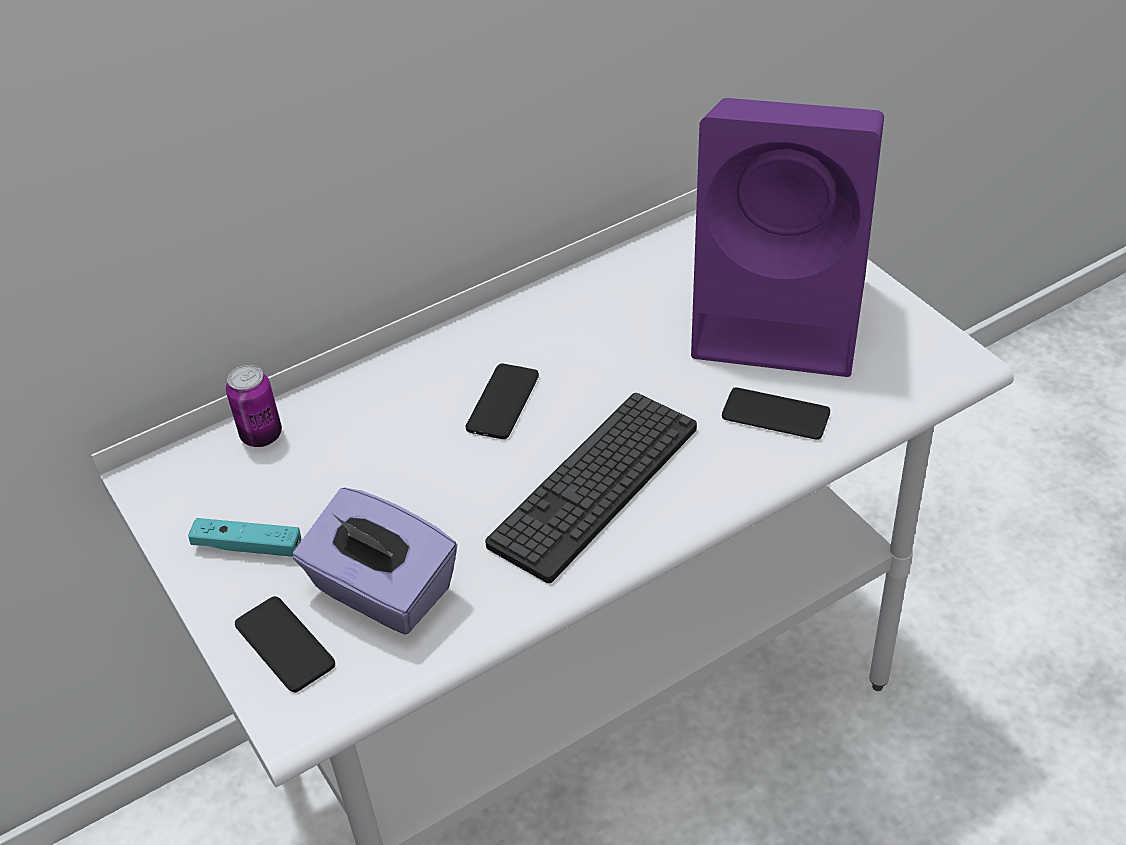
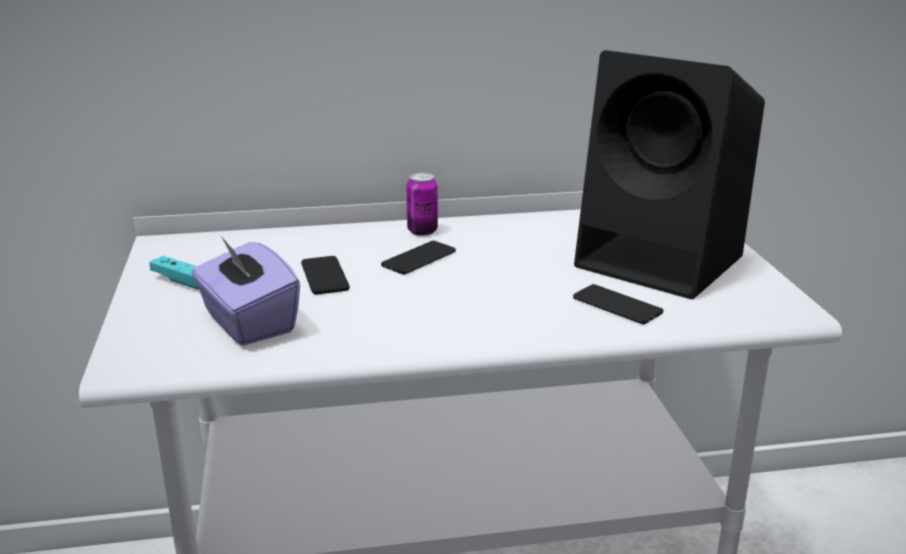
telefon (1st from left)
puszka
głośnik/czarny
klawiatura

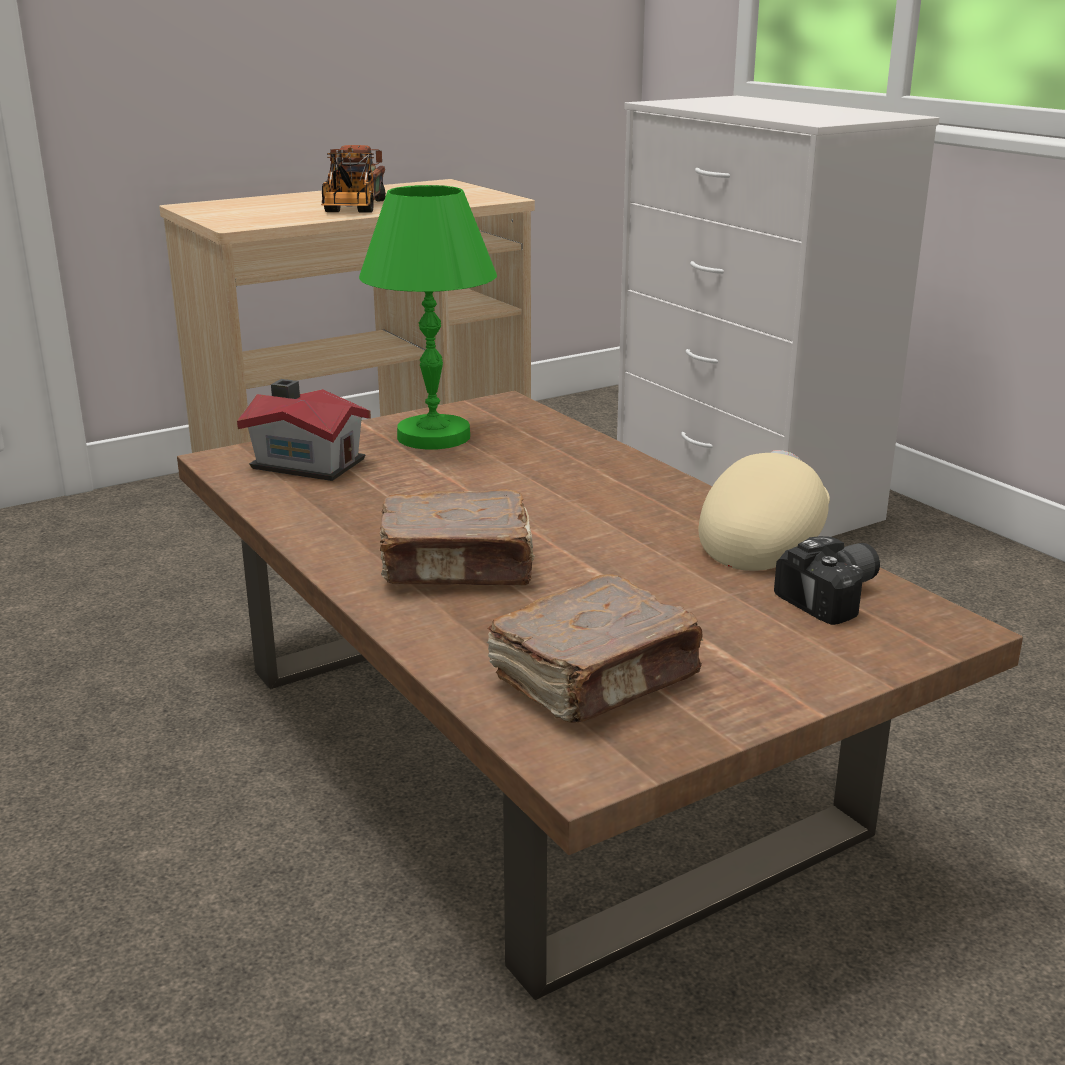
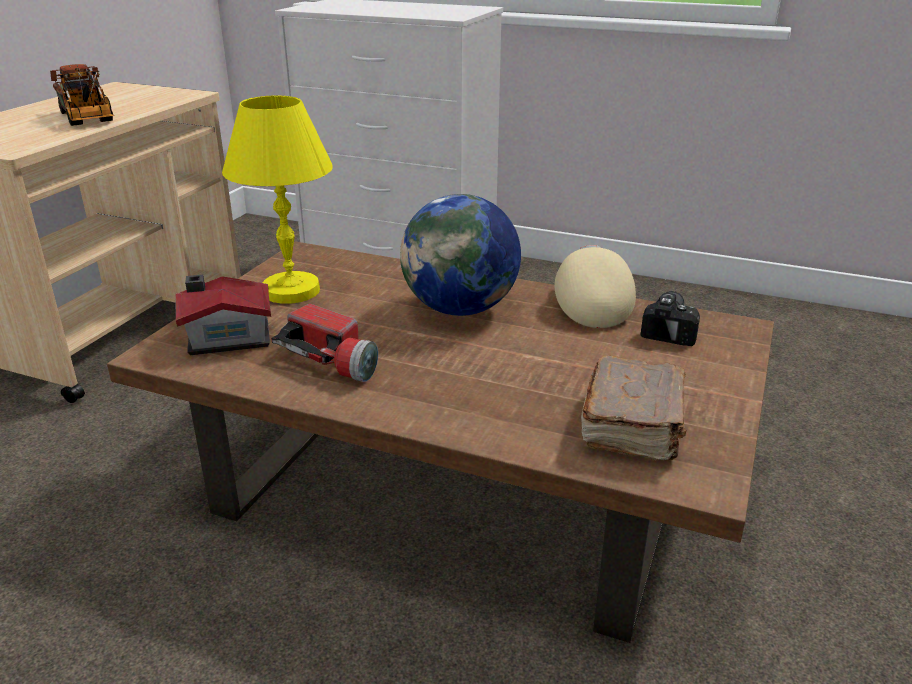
lampa stołowa/żółty
latarka
globus
książka/brązowy (1st from left in the first image)

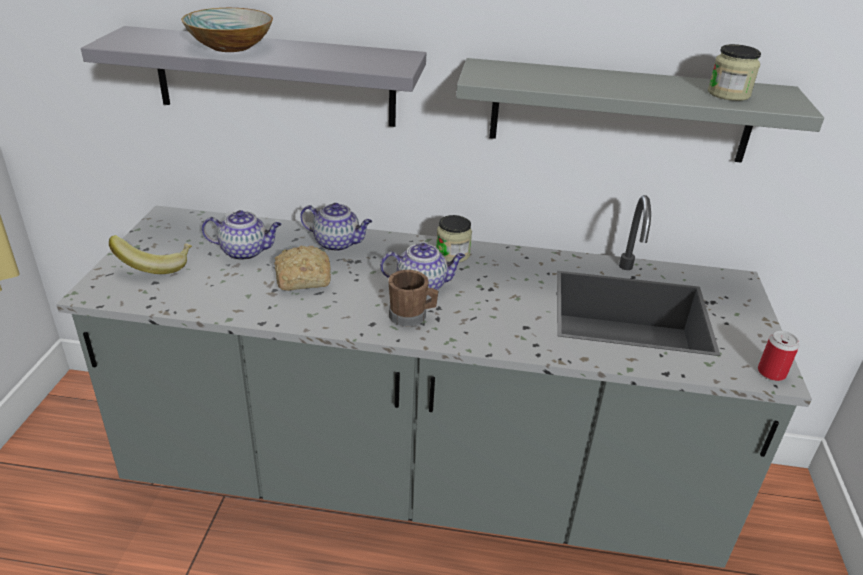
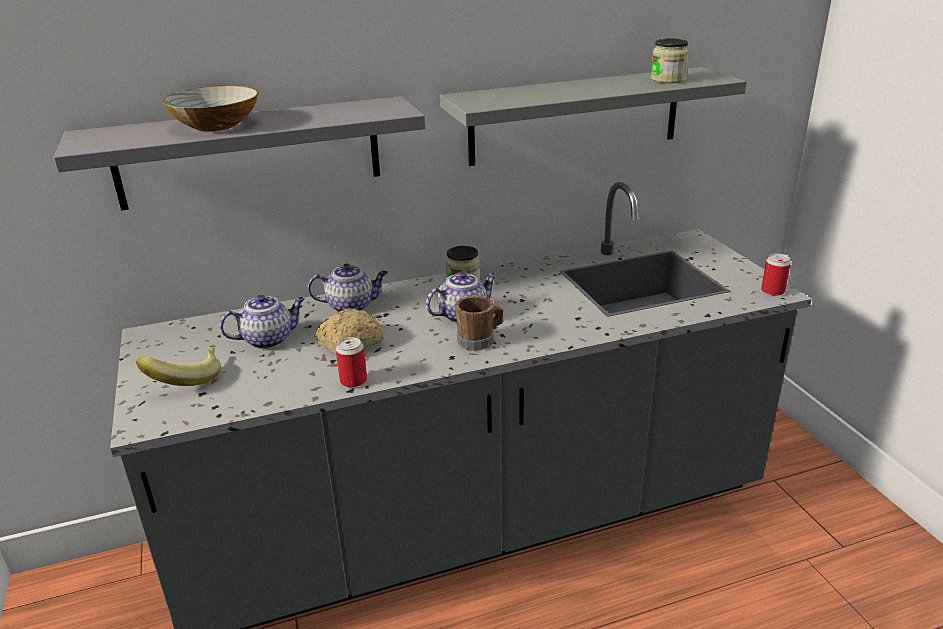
puszka (1st from left)

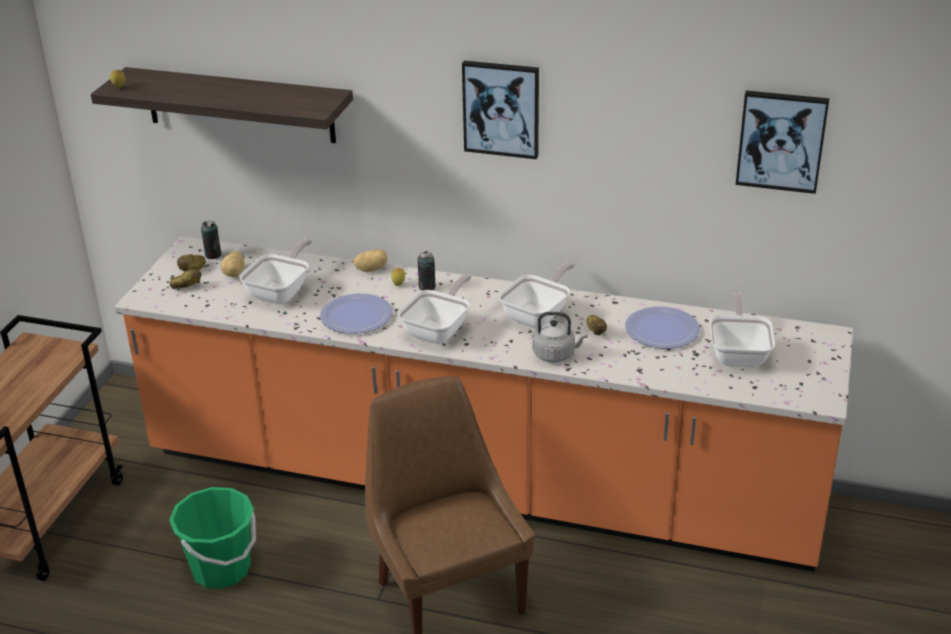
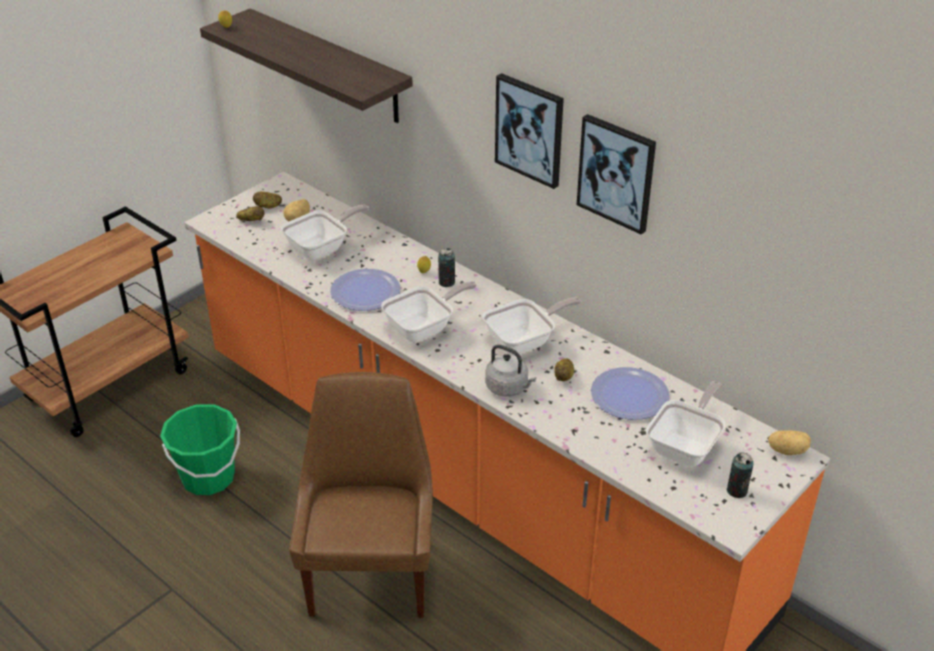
obraz (2nd from left)
puszka (2nd from left)
ziemniak (5th from left)

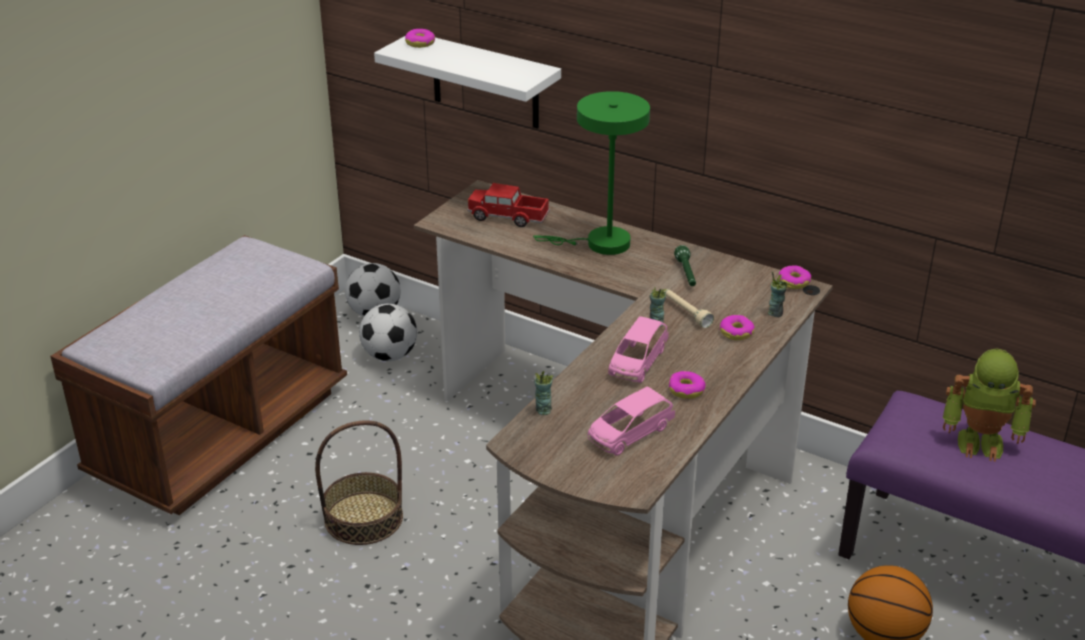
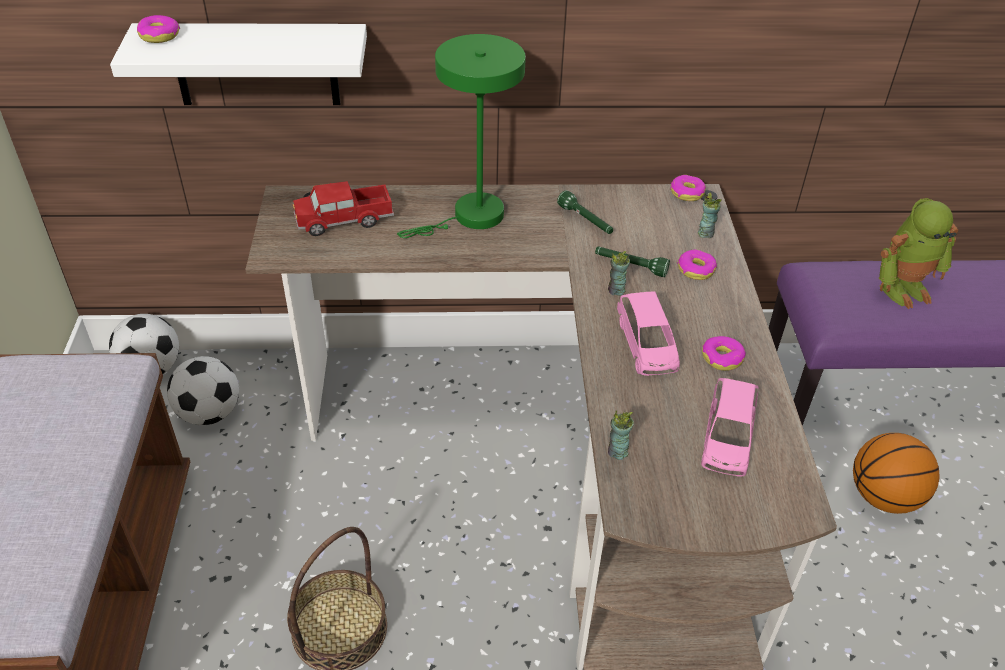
latarka/zielony (2nd from left)

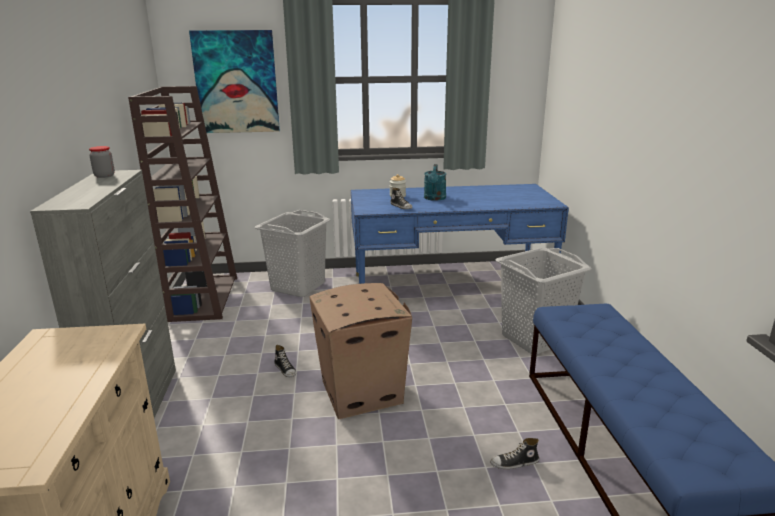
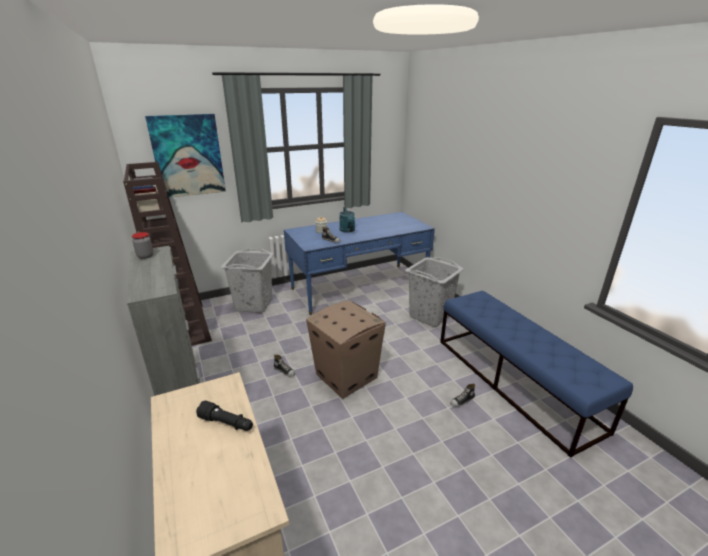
latarka/czarny

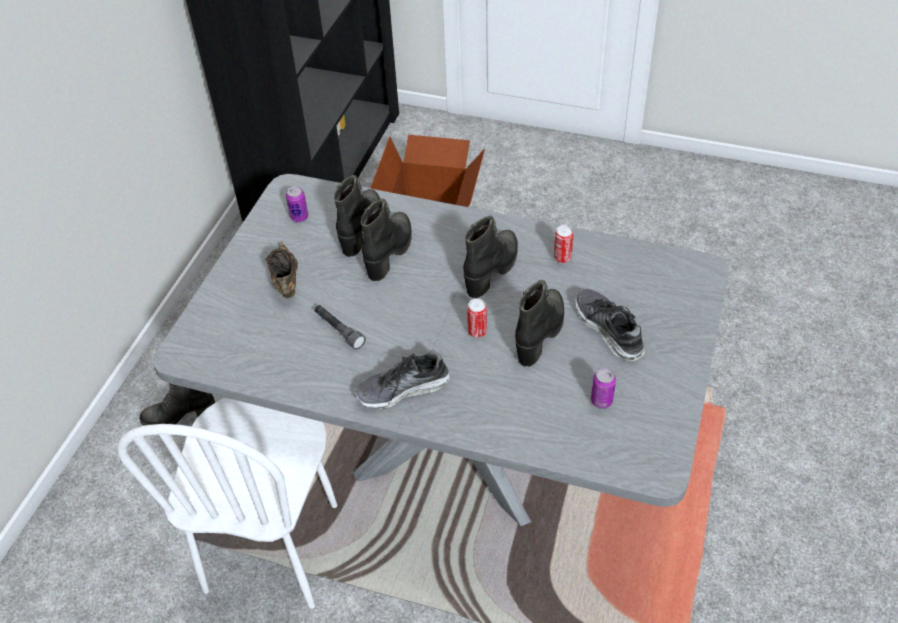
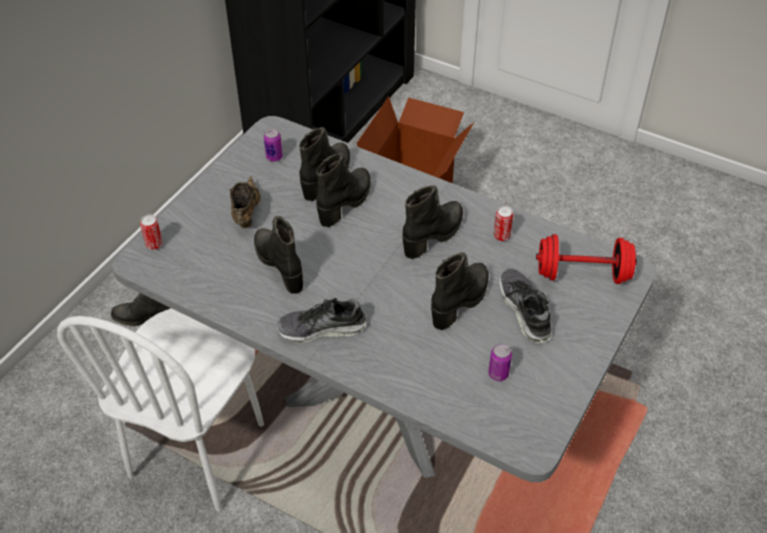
puszka (1st from left)
but z cholewką/czarny (2nd from left)
hantel/czerwony

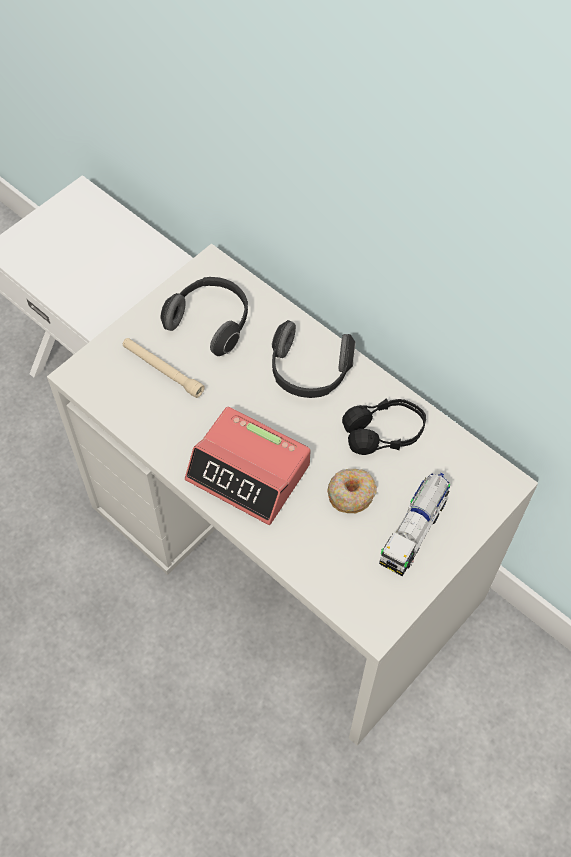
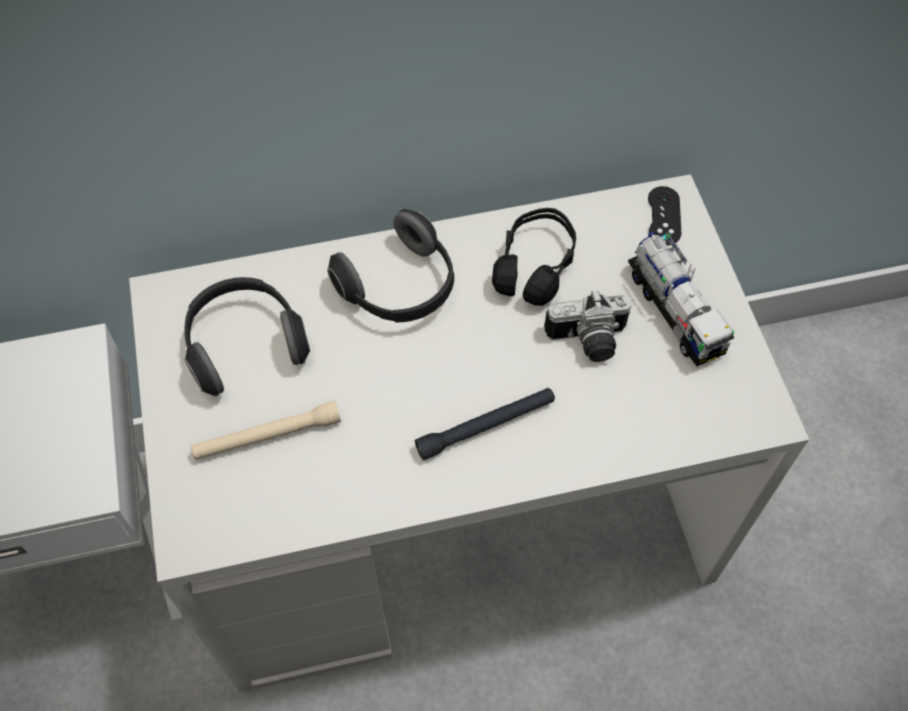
latarka/czarny
aparat fotograficzny
pad do gier/czarny

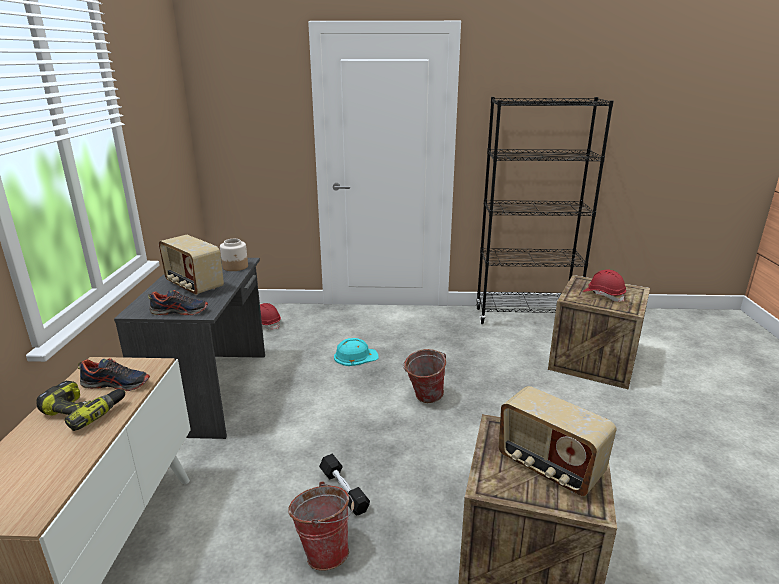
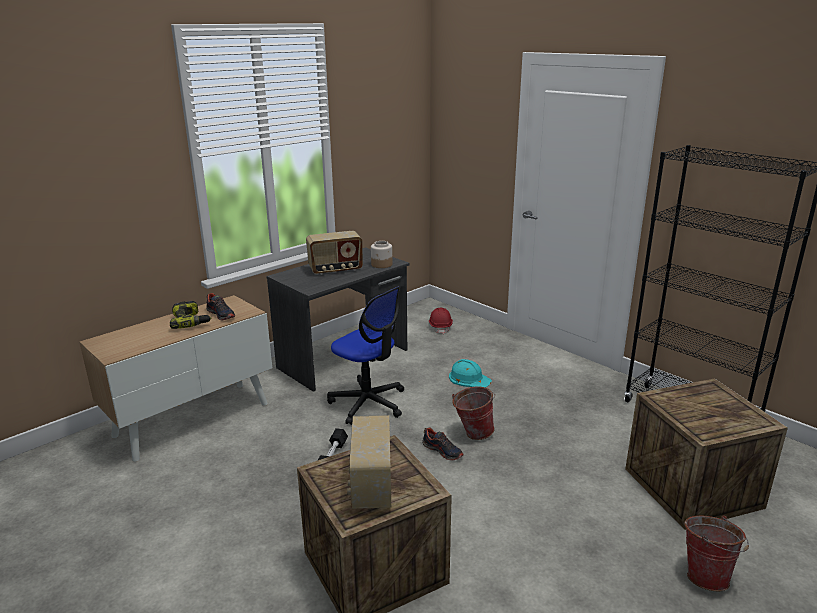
radio (1st from left)
krzesło biurowe
but (2nd from left)
wiadro (2nd from left)
kask/czerwony (2nd from left in the first image)

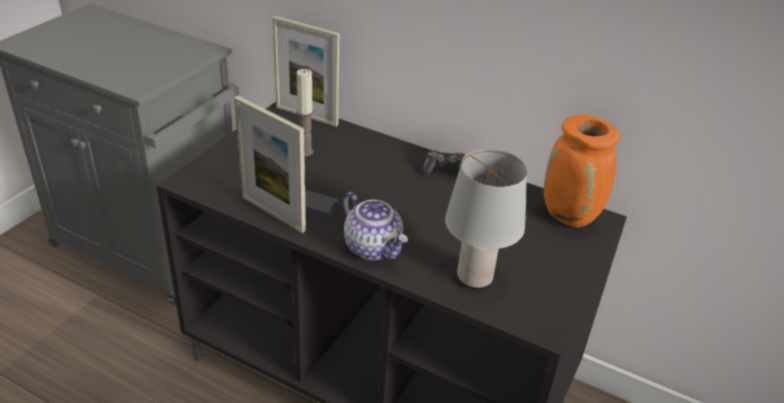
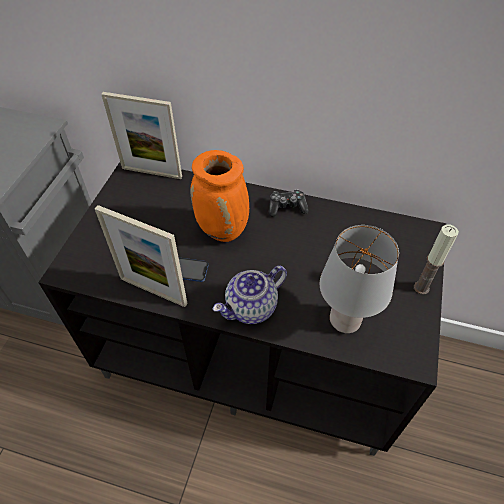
wazon/pomarańczowy
imbryk
świeca

